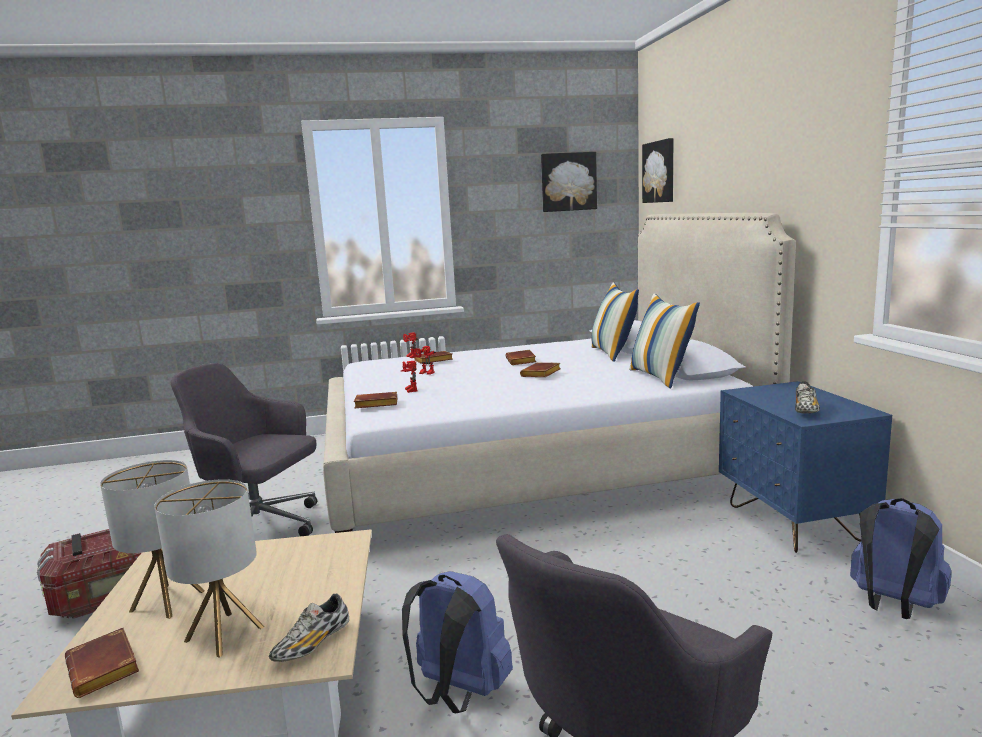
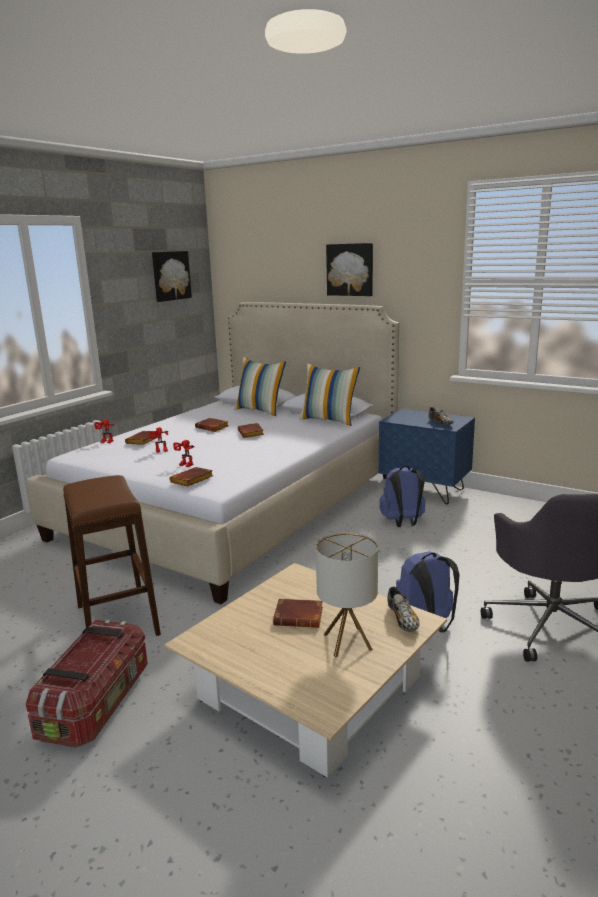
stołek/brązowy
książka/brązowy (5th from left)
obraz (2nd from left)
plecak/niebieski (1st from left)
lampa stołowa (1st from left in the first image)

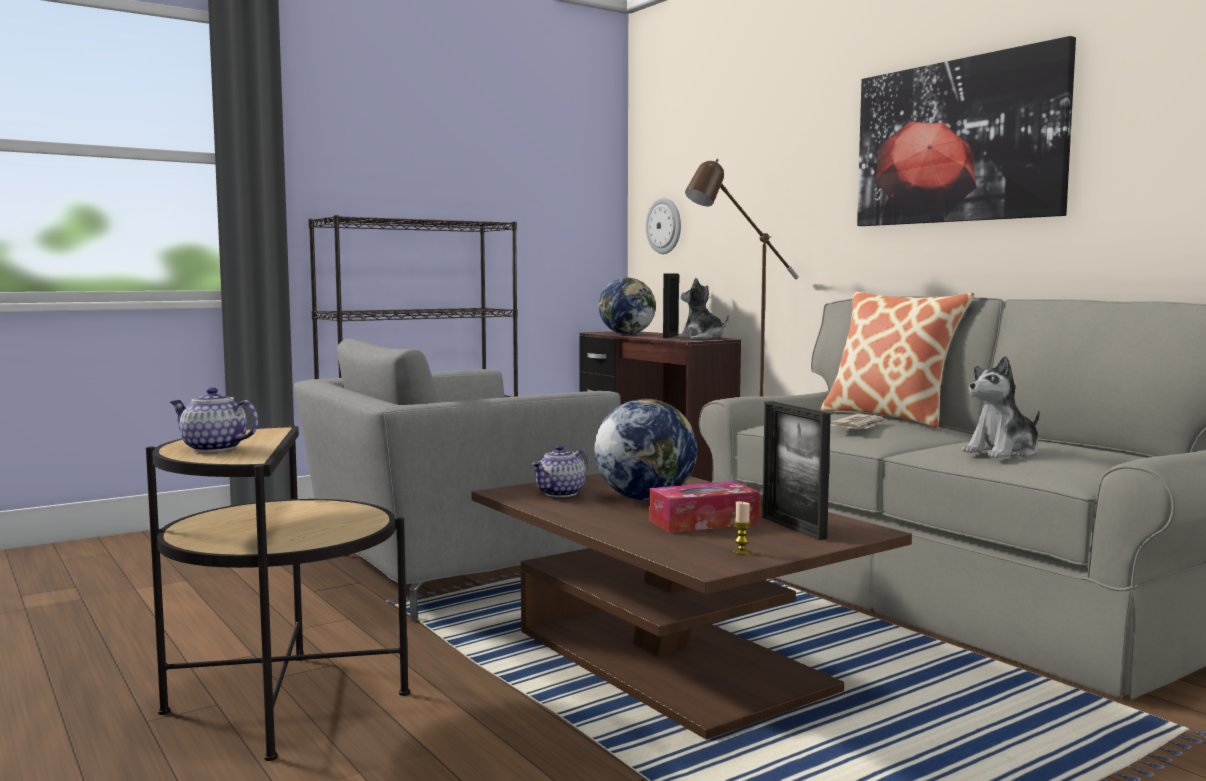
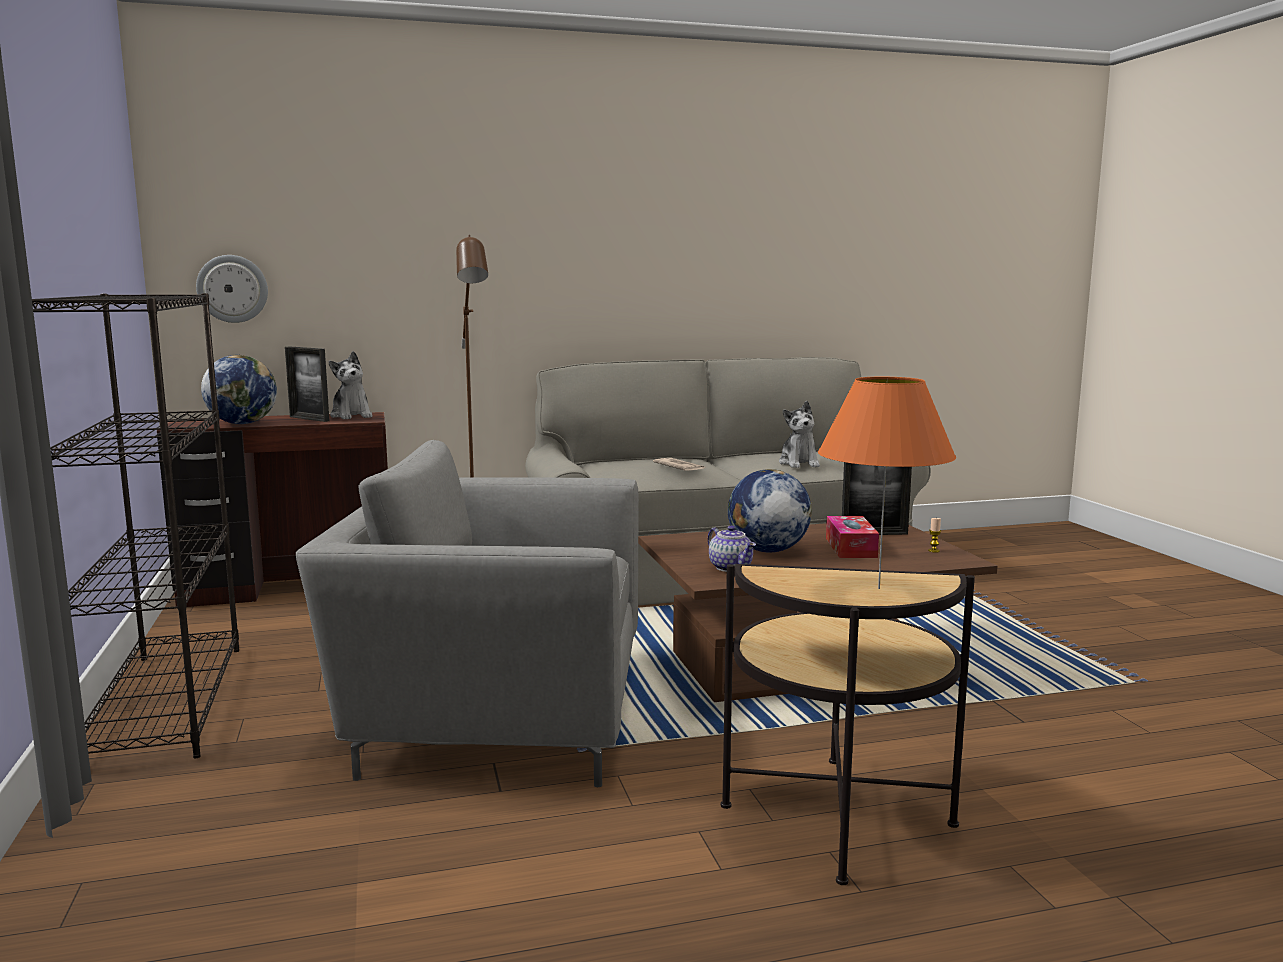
fotel/szary
pluszak (1st from left)
lampa stołowa/pomarańczowy
poduszka
obraz

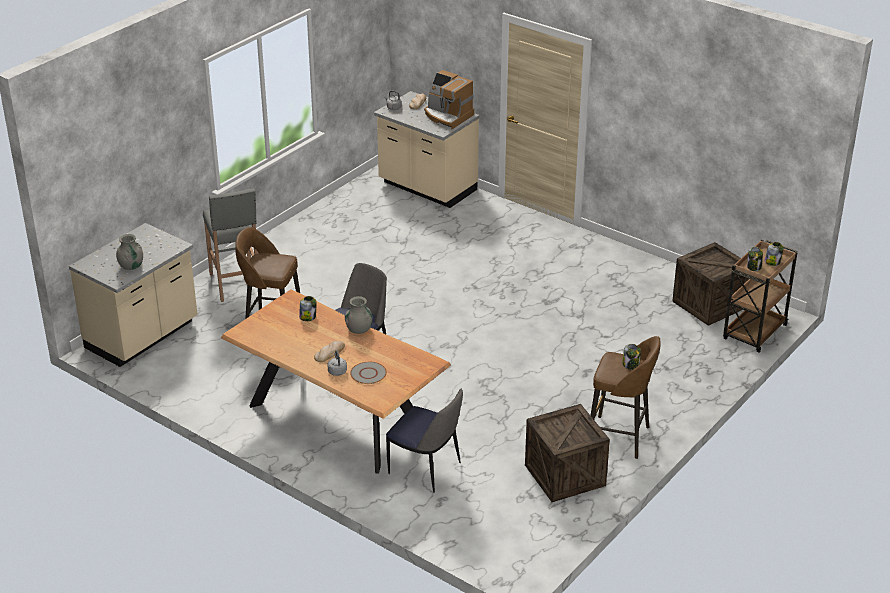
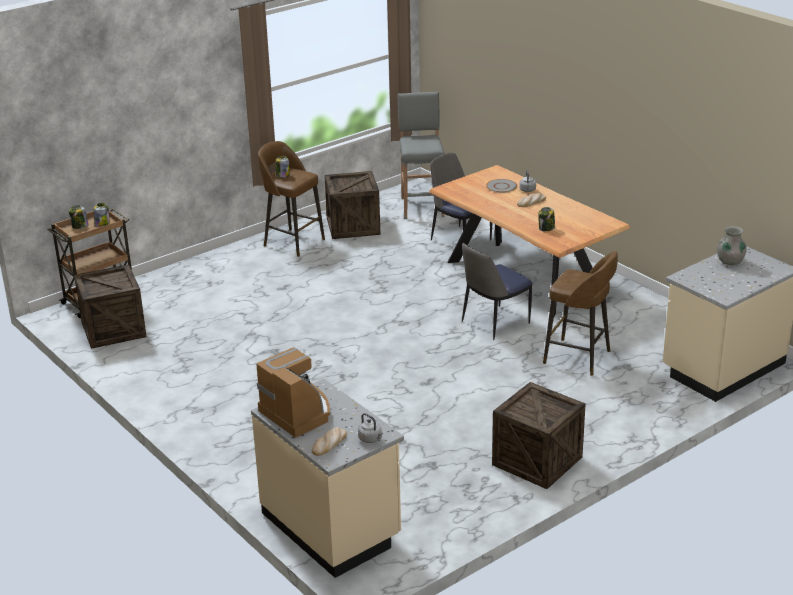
stołek/szary
skrzynka (3rd from left)
wazon/szary (2nd from left in the first image)

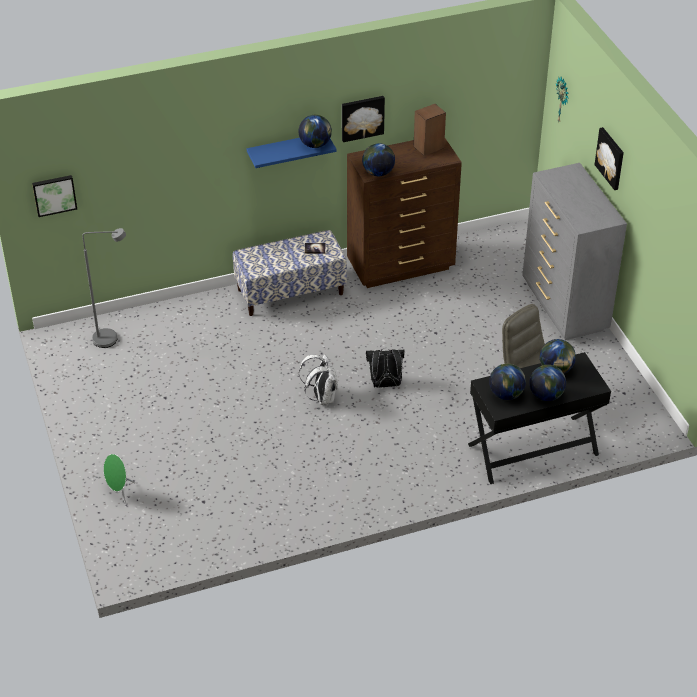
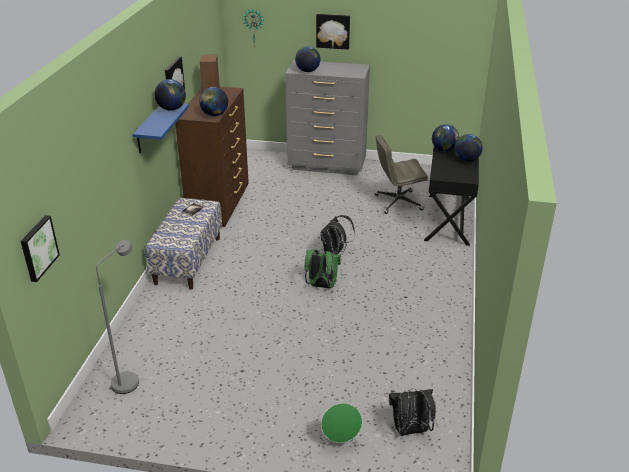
globus (3rd from left)
plecak/zielony
plecak/czarny (2nd from left)

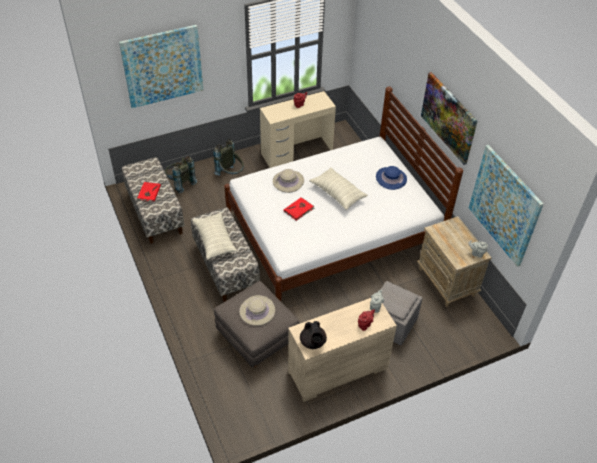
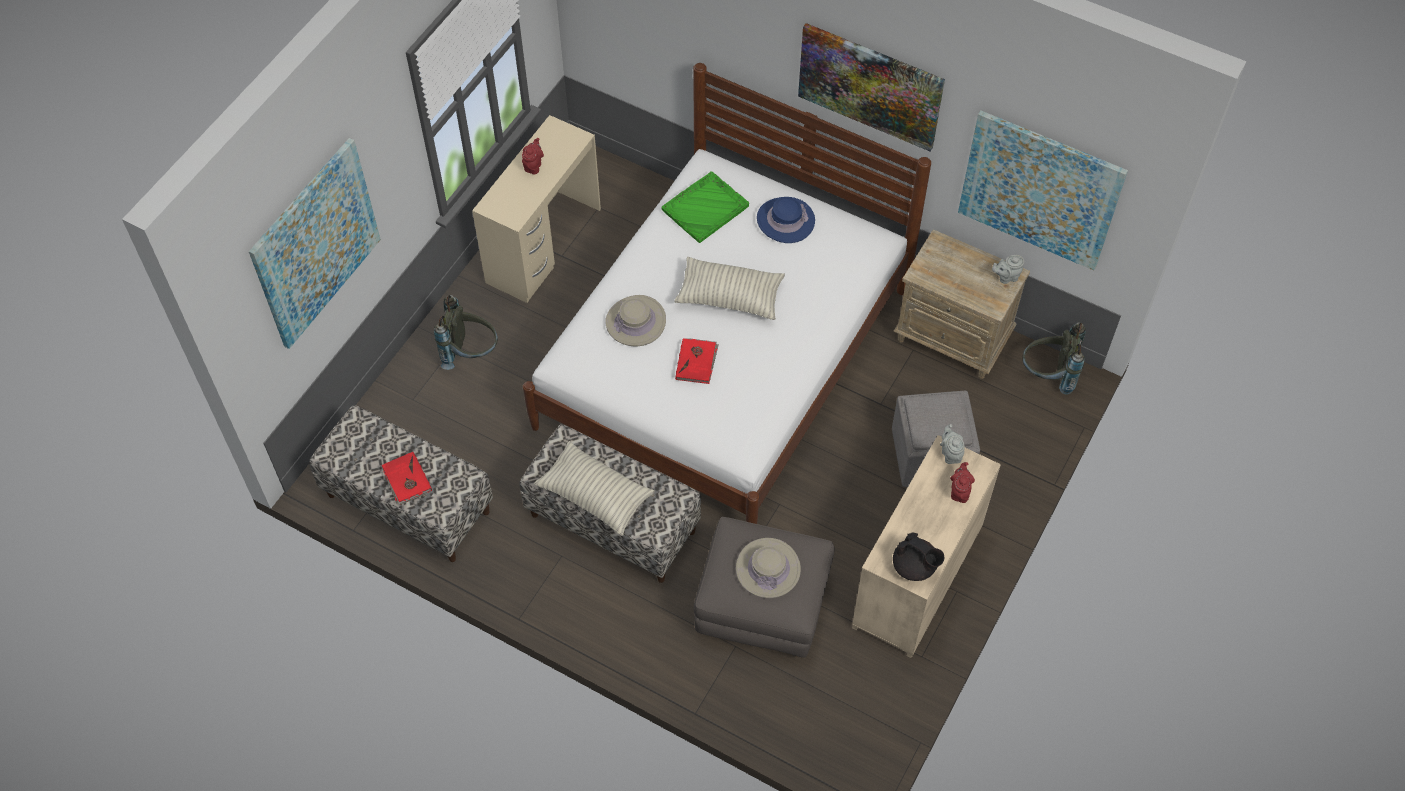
taca/zielony
plecak/szary (2nd from left)

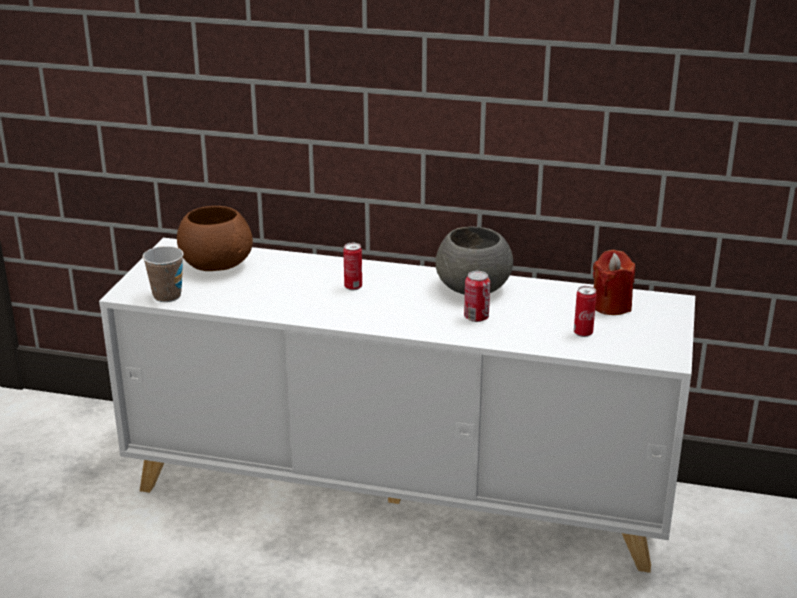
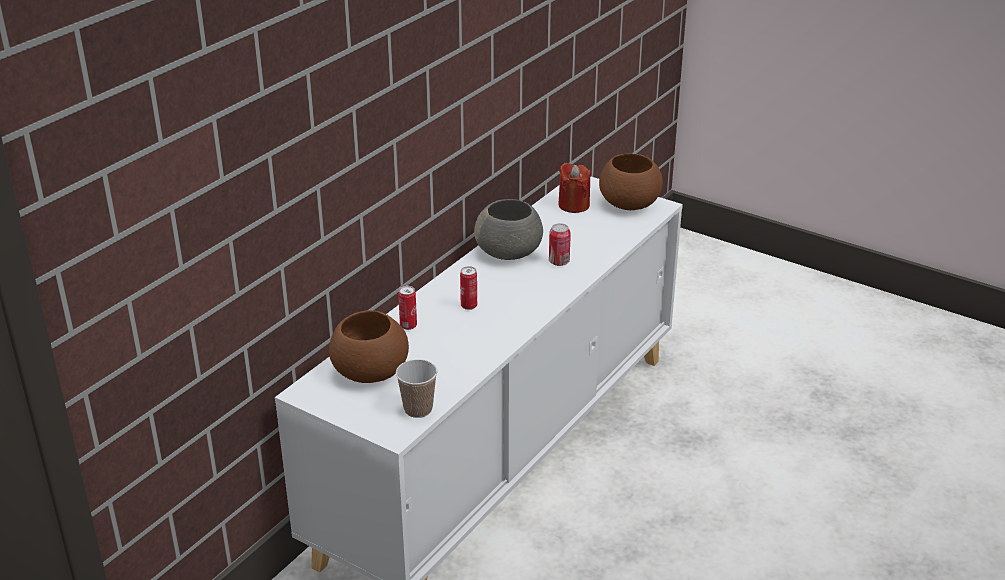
puszka (1st from left)
miska/brązowy (2nd from left)

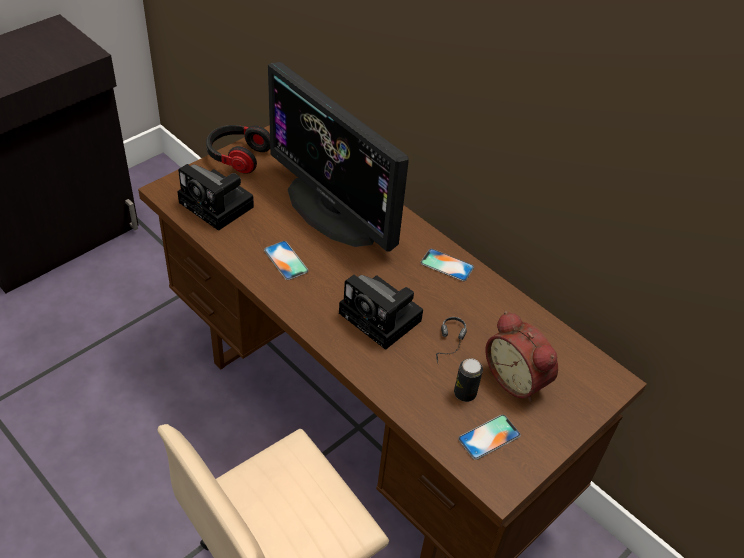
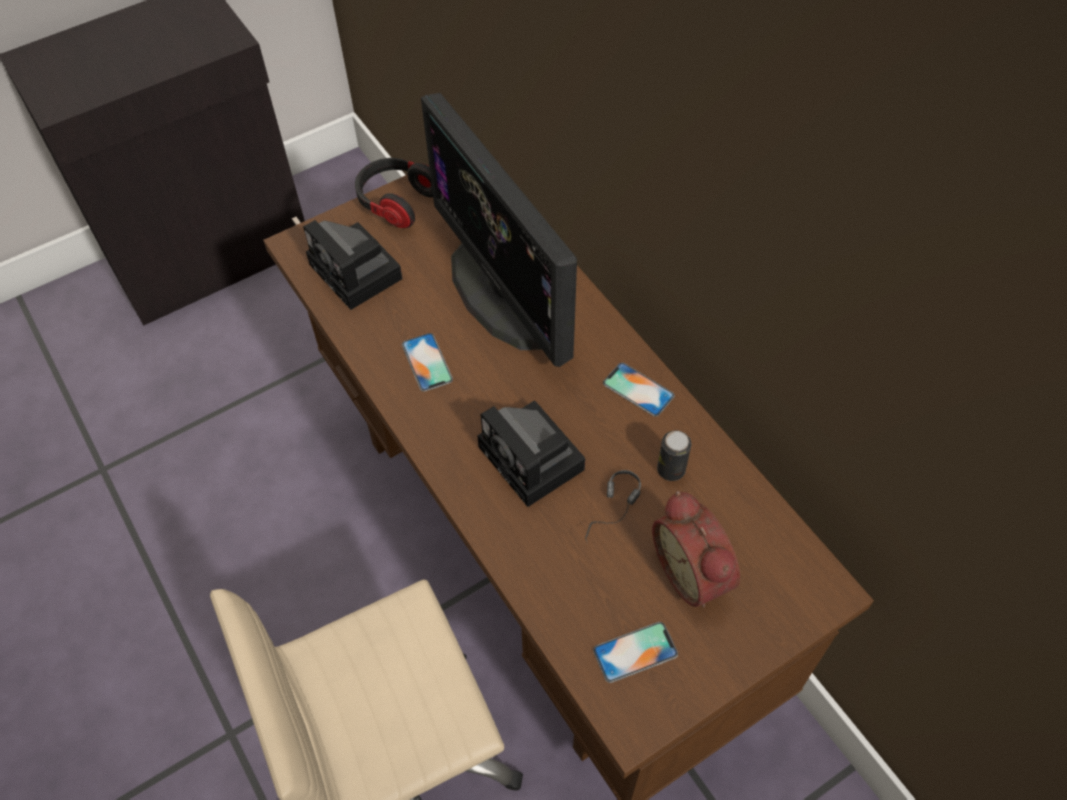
puszka

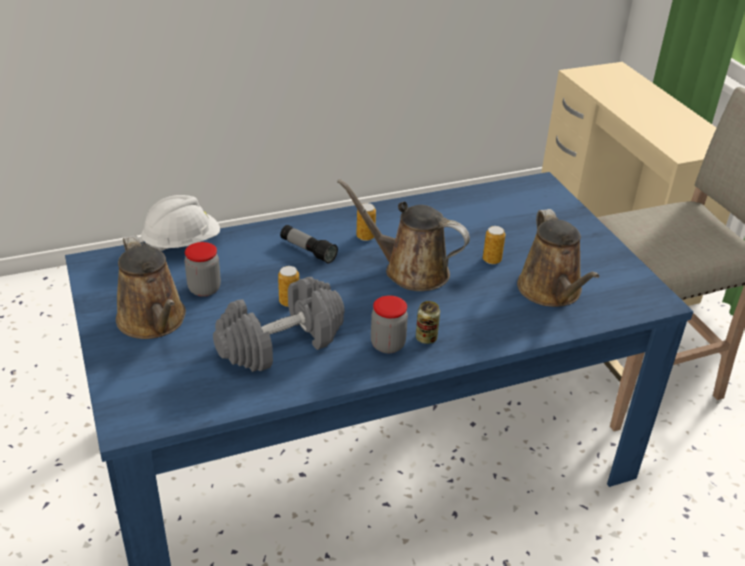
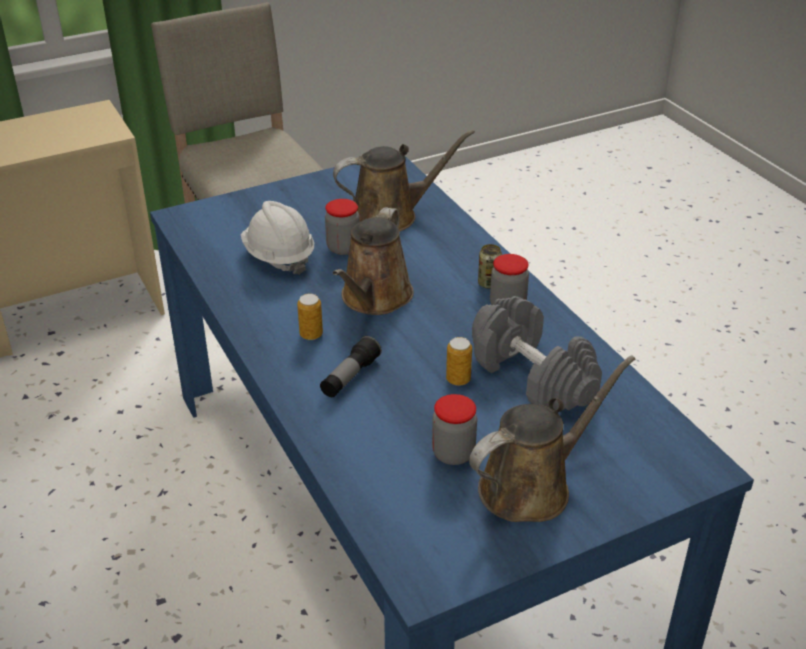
kask/biały
słoik (1st from left)

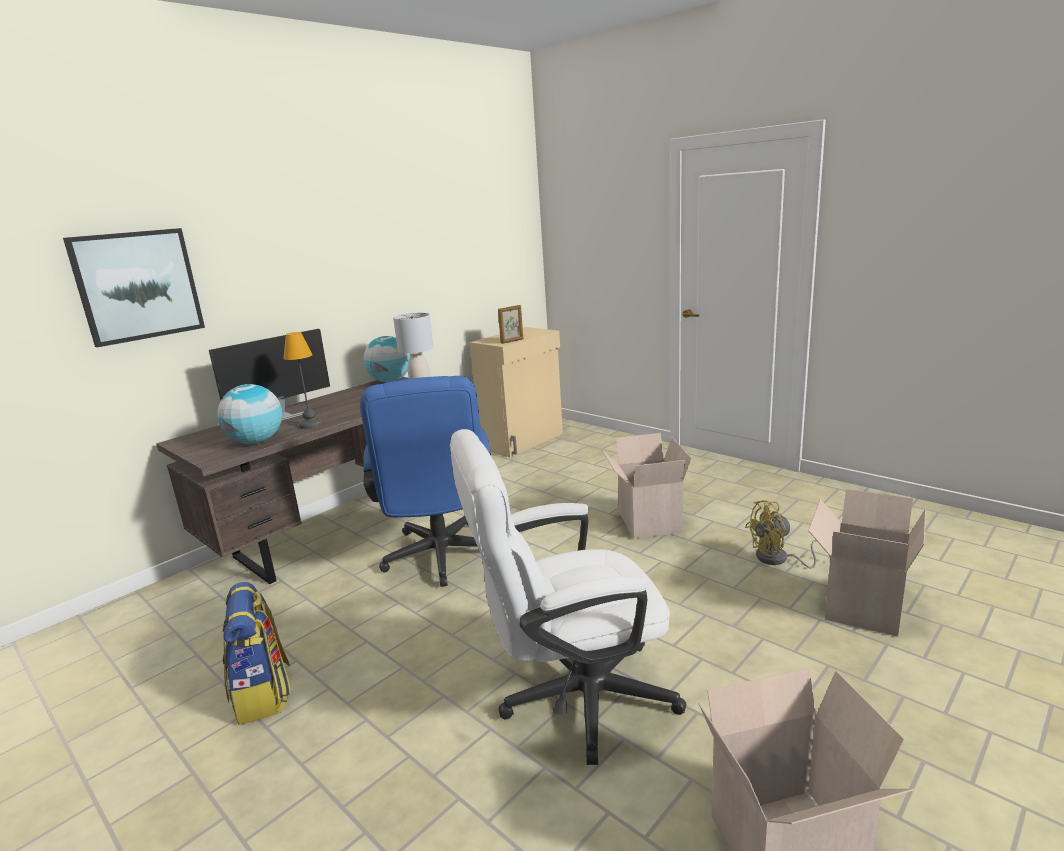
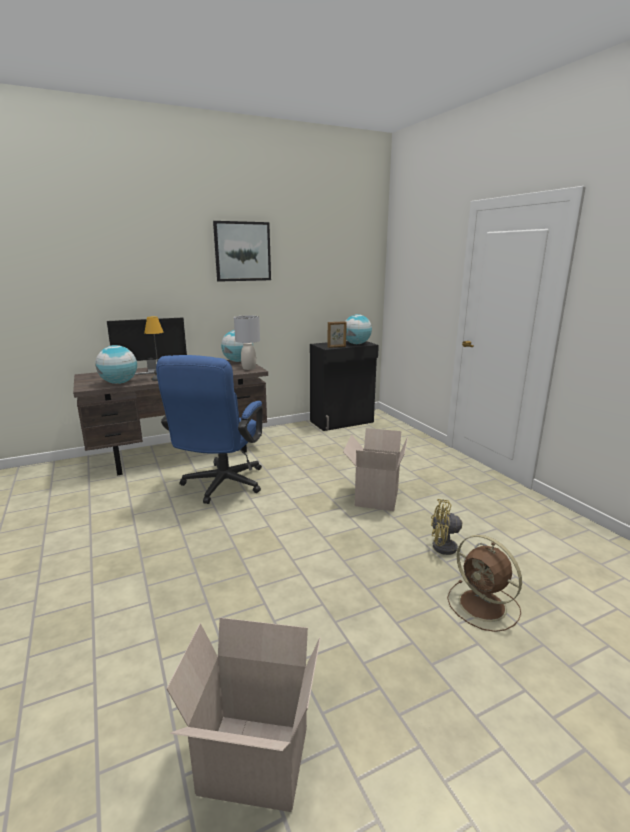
obraz
szafka/czarny
globus (3rd from left)
wentylator/brązowy
plecak
krzesło biurowe/biały

